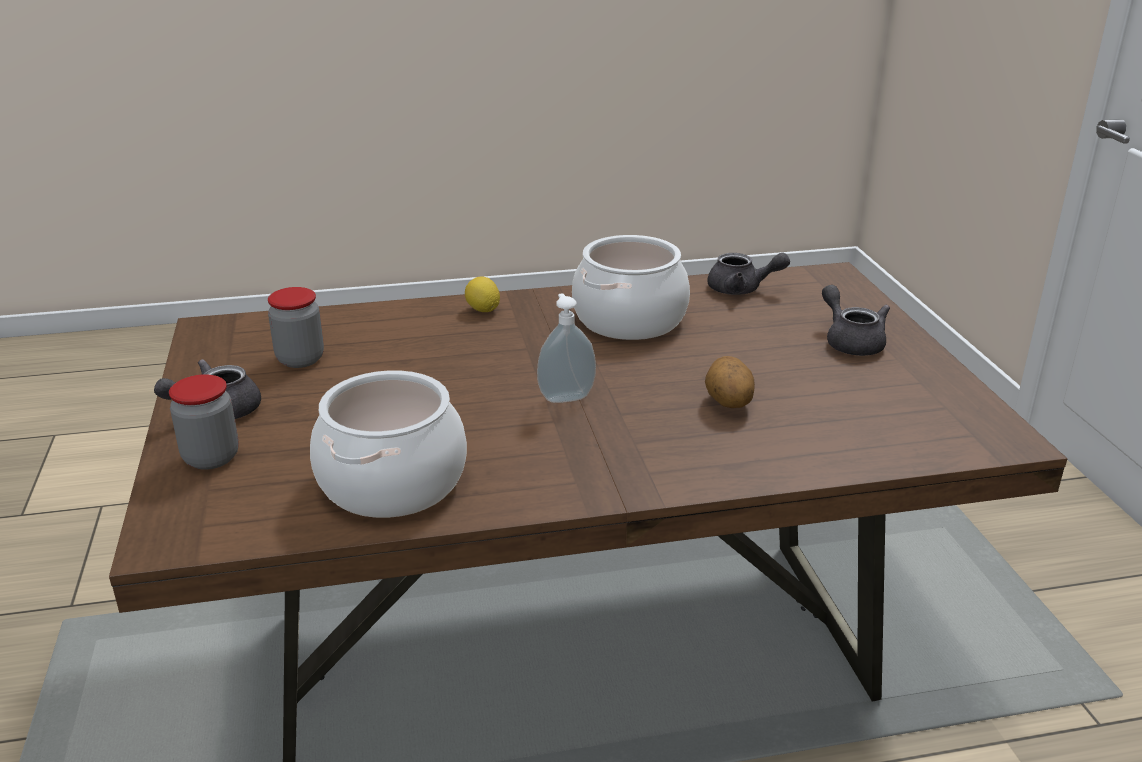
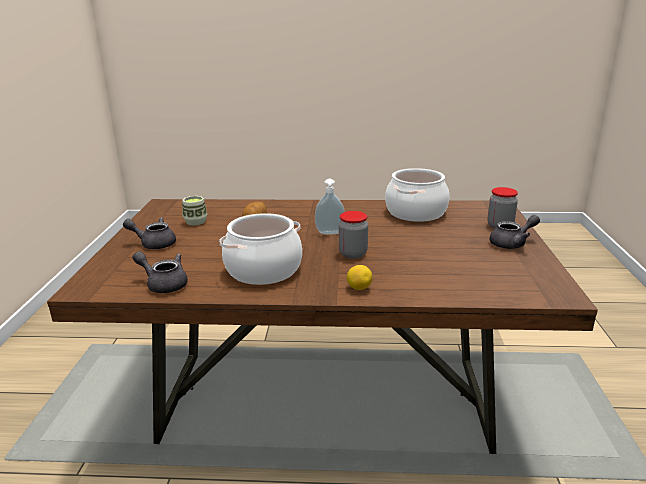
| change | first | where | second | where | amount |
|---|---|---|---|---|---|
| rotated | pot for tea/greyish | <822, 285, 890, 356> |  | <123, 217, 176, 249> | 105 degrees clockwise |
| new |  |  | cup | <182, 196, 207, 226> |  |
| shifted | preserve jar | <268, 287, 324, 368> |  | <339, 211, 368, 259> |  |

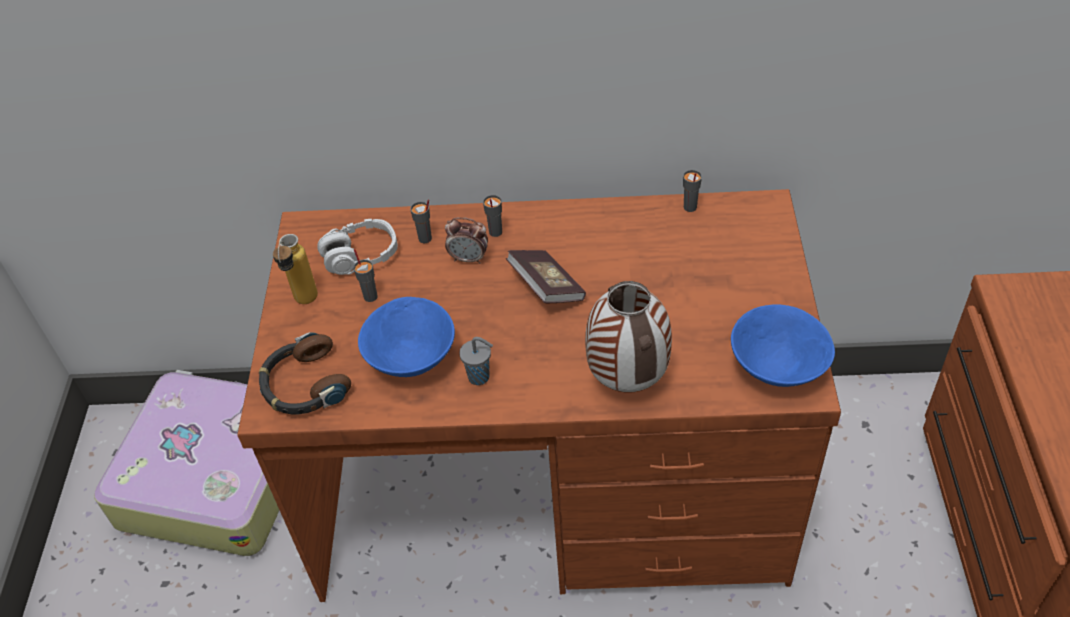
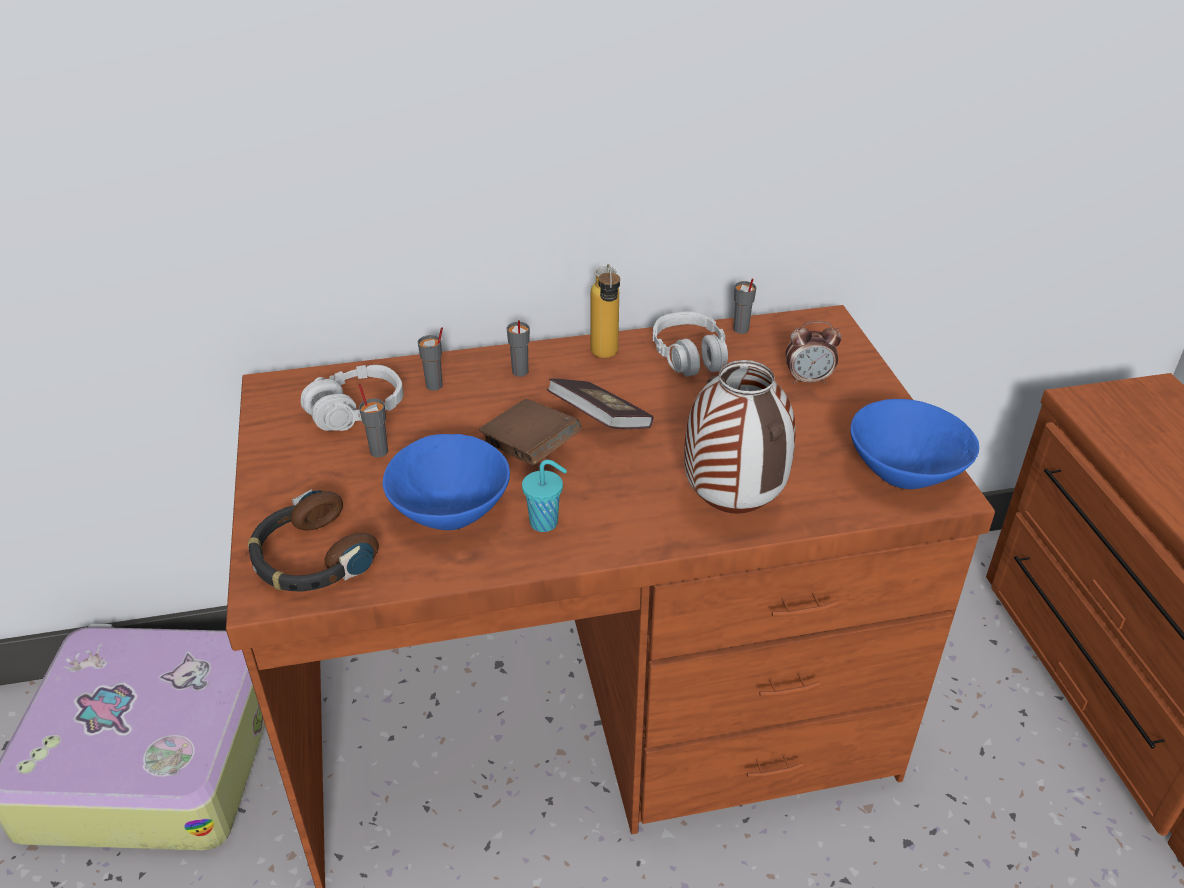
| change | first | where | second | where | amount |
|---|---|---|---|---|---|
| new |  |  | book/brown | <479, 399, 582, 466> |  |
| repainted | cup/greyish | <459, 337, 493, 385> | cup/turquoise | <522, 460, 567, 532> |  |
| shifted | drink bottle | <273, 234, 318, 304> |  | <591, 264, 620, 358> |  |
| new |  |  | headset/greyish | <653, 311, 728, 377> |  |
| shifted | bedside clock | <445, 217, 488, 264> |  | <786, 321, 841, 384> |  |

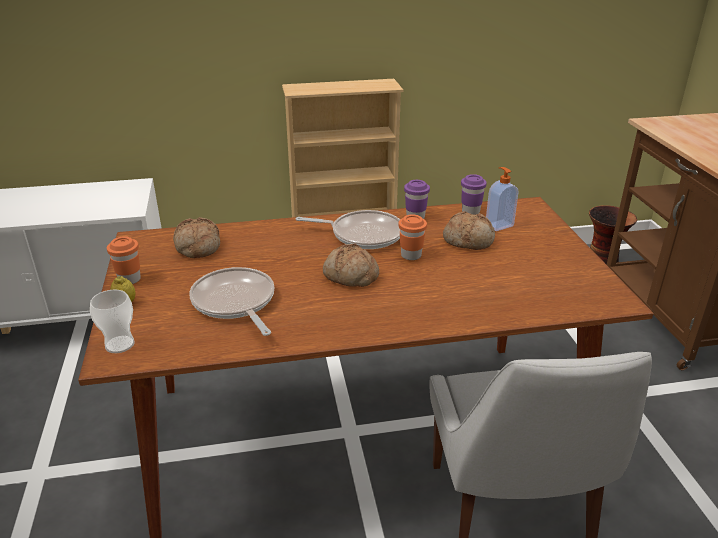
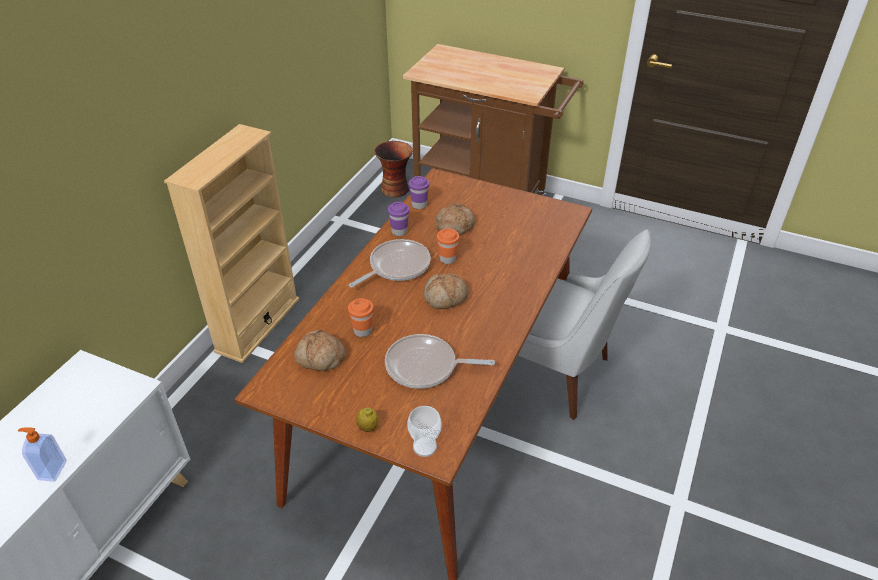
| change | first | where | second | where | amount |
|---|---|---|---|---|---|
| shifted | liquid soap bottle | <486, 167, 519, 231> |  | <18, 427, 67, 482> |  |
| shifted | cup/orange | <107, 236, 141, 284> |  | <348, 298, 374, 337> |  |

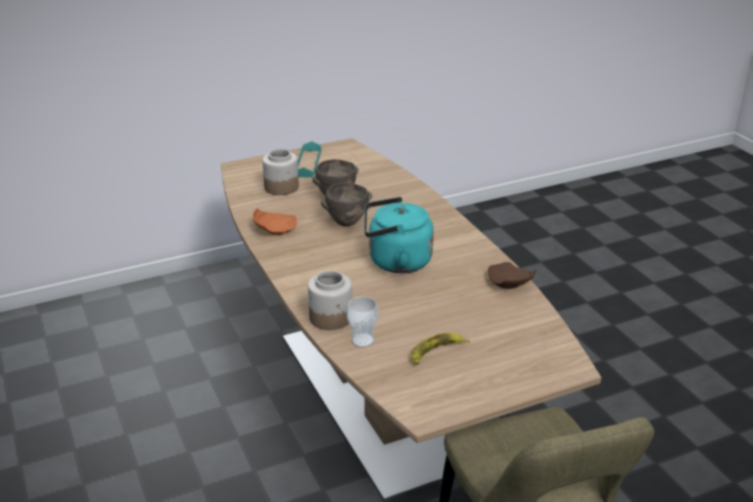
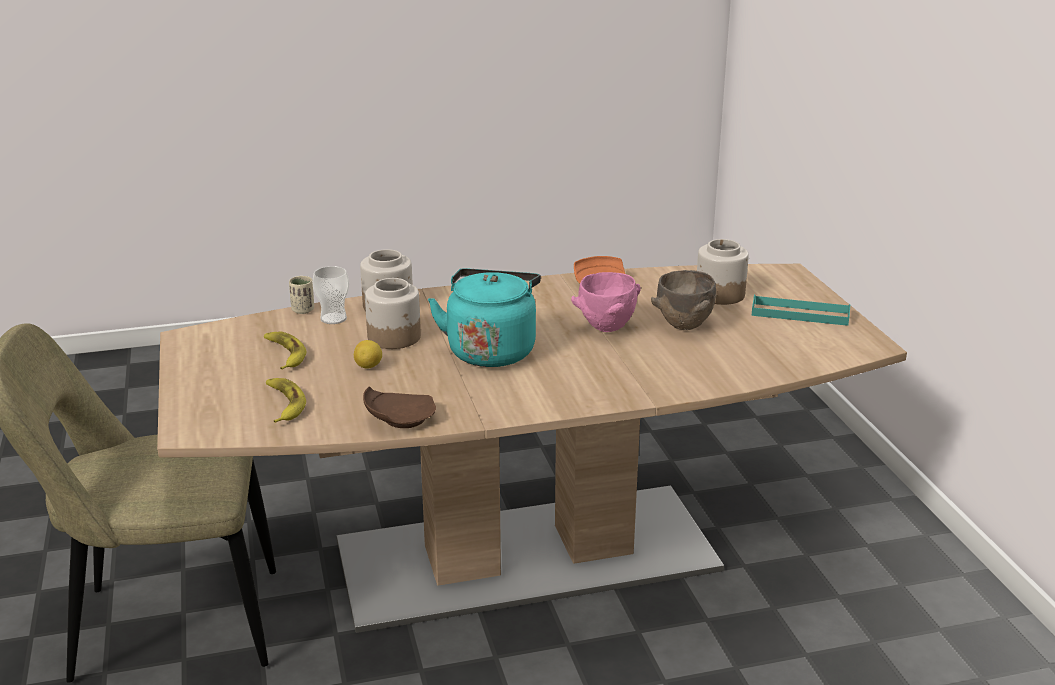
| change | first | where | second | where | amount |
|---|---|---|---|---|---|
| new |  |  | banana fruit | <266, 378, 306, 423> |  |
| new |  |  | cup/beige-coloured | <289, 276, 314, 314> |  |
| new |  |  | lemon | <354, 340, 382, 368> |  |
| new |  |  | preserve jar | <365, 278, 421, 349> |  |
| repainted | deep dish/brown | <321, 183, 372, 227> | deep dish/pink | <571, 272, 641, 332> |  |

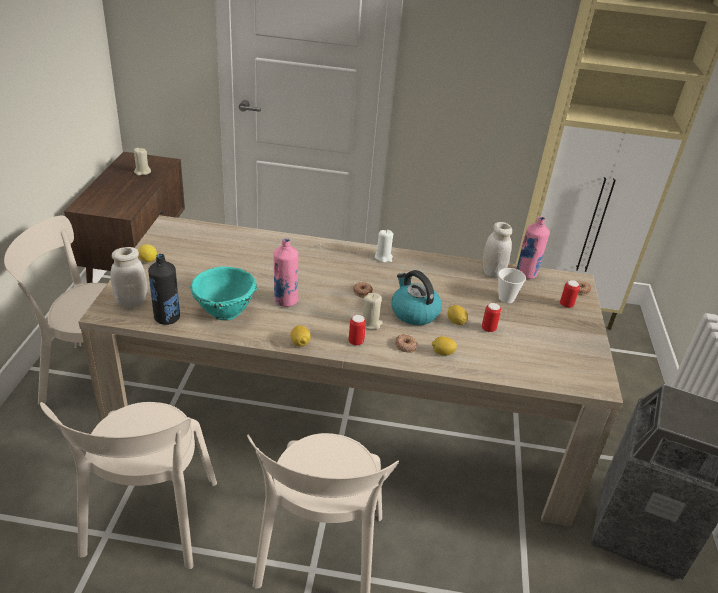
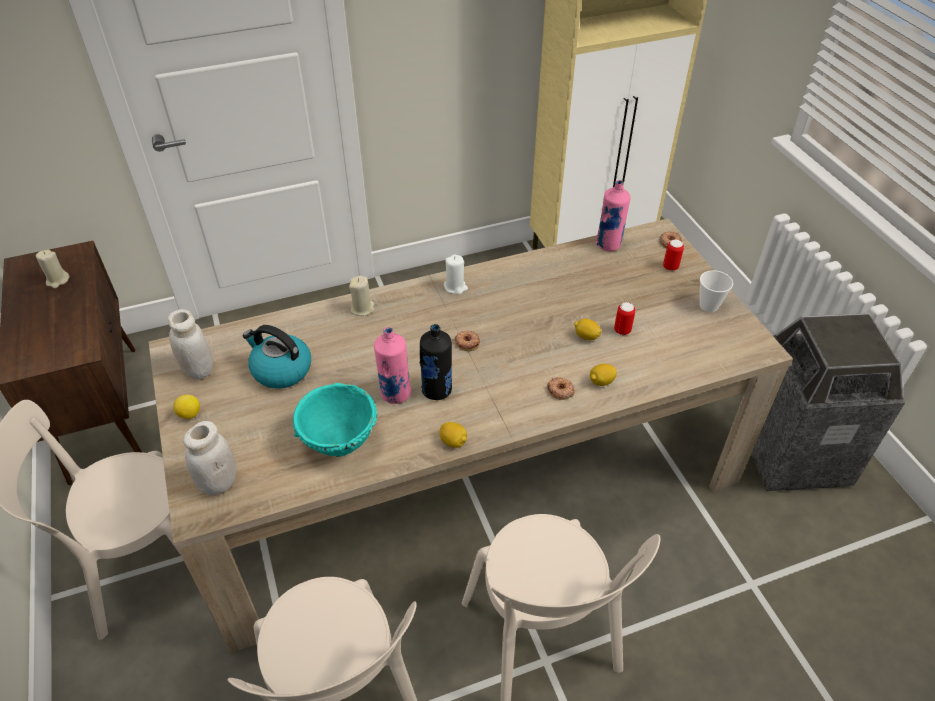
| change | first | where | second | where | amount |
|---|---|---|---|---|---|
| shifted | preserve jar/whitish | <483, 222, 512, 278> |  | <168, 309, 213, 380> |  |
| shifted | kettle | <391, 270, 442, 325> |  | <243, 325, 311, 389> |  |
| shifted | candle/beige-coloured | <363, 293, 383, 330> |  | <349, 276, 375, 316> |  |
| shifted | drink bottle/blackish | <148, 254, 180, 325> |  | <419, 324, 452, 400> |  |
| shifted | cup | <498, 268, 526, 303> |  | <700, 270, 733, 312> |  |
| gone | can | <349, 315, 366, 346> |  |  |  |

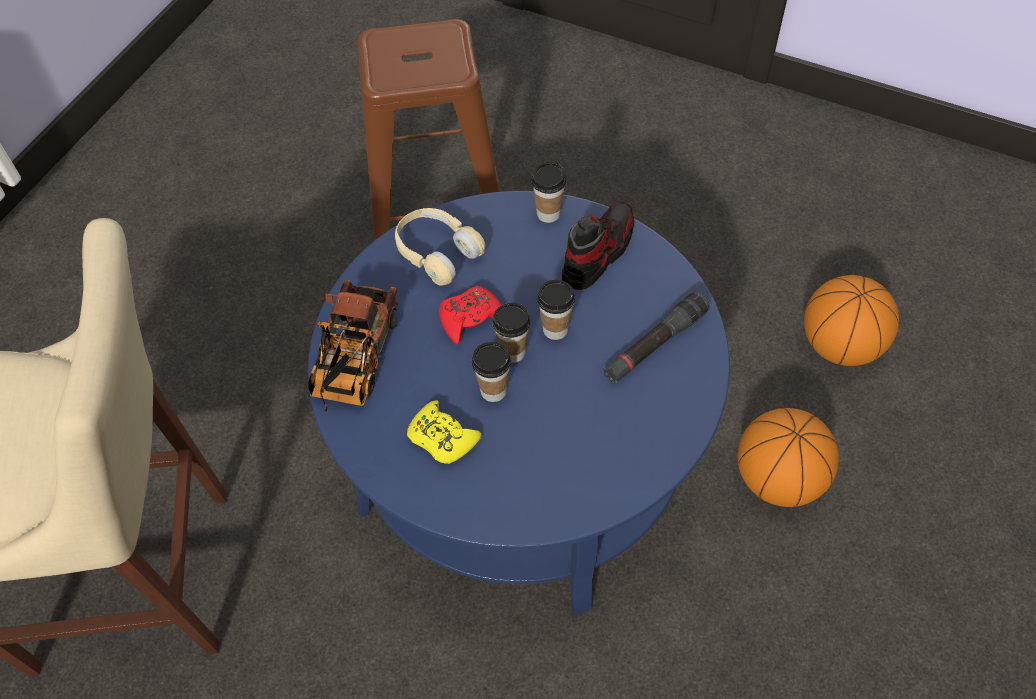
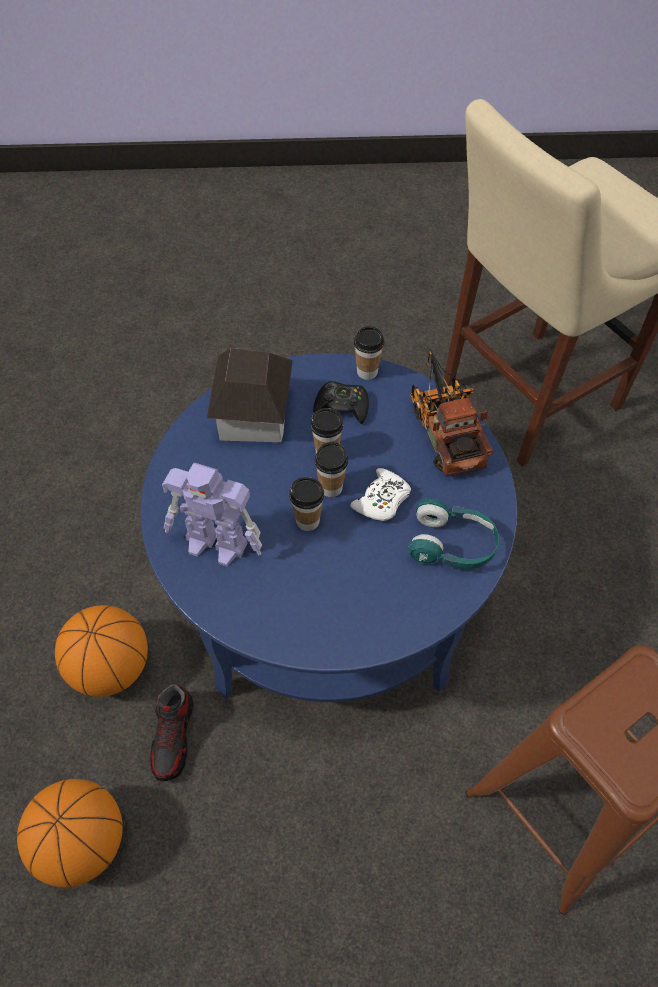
| change | first | where | second | where | amount |
|---|---|---|---|---|---|
| shifted | low shoe | <562, 202, 634, 290> |  | <150, 684, 193, 781> |  |
| swapped | flashlight/blackish | <603, 291, 710, 383> | model robot | <162, 463, 262, 566> |  |
| new |  |  | miniature house | <207, 348, 293, 442> |  |
| repainted | game controller/yellow-coloured | <407, 400, 482, 464> | game controller/blackish | <313, 381, 369, 424> |  |
| repainted | game controller/reddish | <439, 285, 502, 345> | game controller/whitish | <350, 468, 411, 521> |  |
| shifted | cup | <531, 162, 566, 223> |  | <354, 326, 384, 380> |  |
| repainted | headset/beige-coloured | <395, 208, 486, 286> | headset/turquoise | <408, 498, 499, 569> |  |

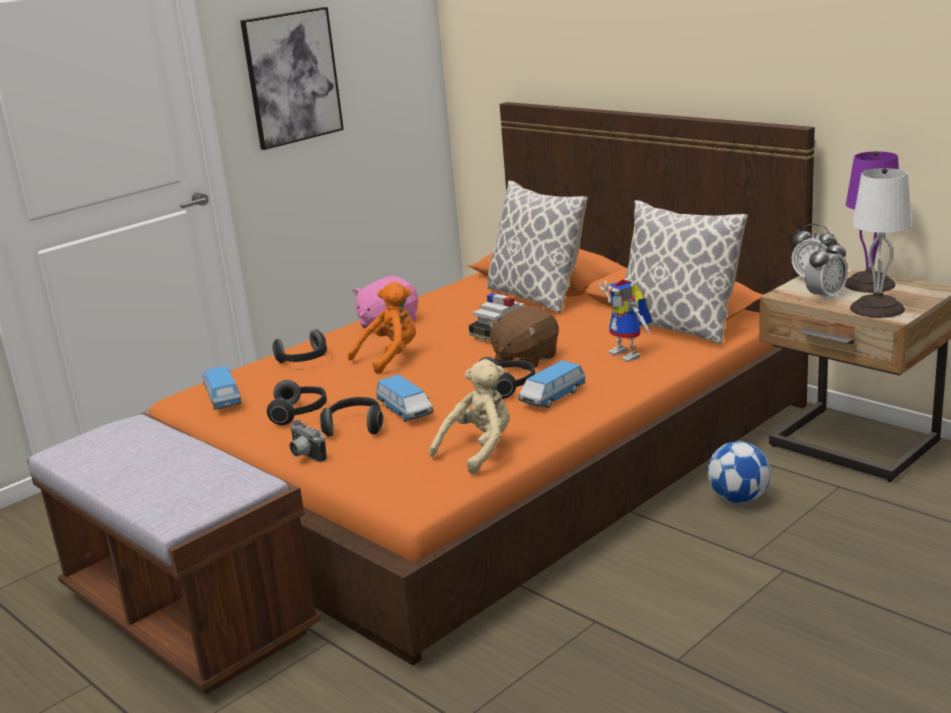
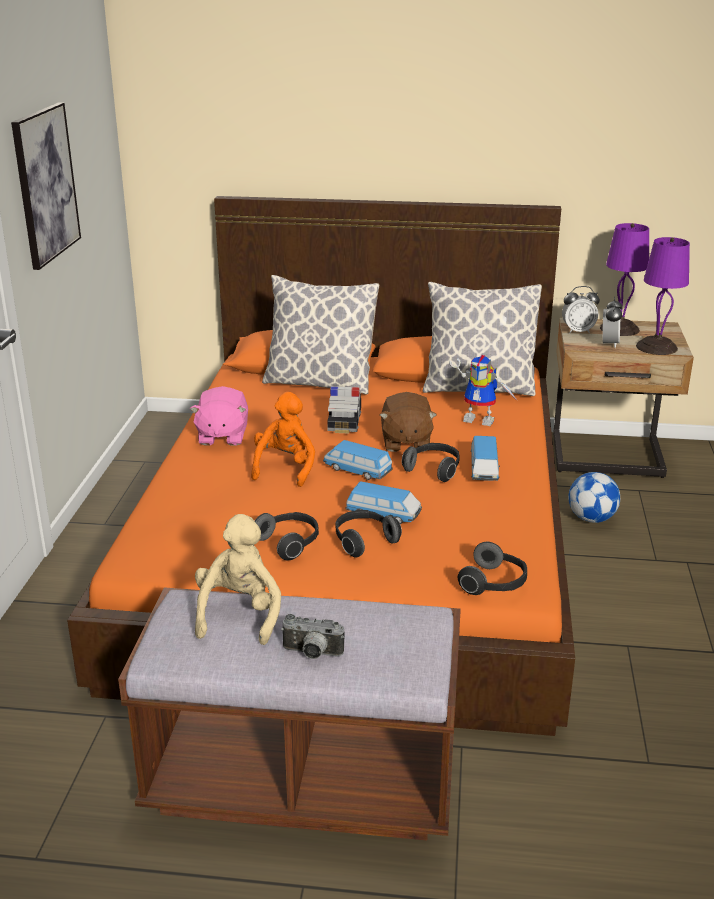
| change | first | where | second | where | amount |
|---|---|---|---|---|---|
| shifted | cuddly toy/beige-coloured | <429, 359, 510, 475> |  | <195, 514, 281, 645> |  |
| shifted | photo camera | <289, 420, 327, 462> |  | <281, 614, 345, 659> |  |
| shifted | miniature car | <202, 366, 242, 410> |  | <323, 440, 393, 480> |  |
| shifted | headset | <272, 329, 327, 363> |  | <458, 542, 527, 595> |  |
| repainted | tabletop lamp/whitish | <850, 168, 912, 318> | tabletop lamp/purple | <636, 237, 690, 355> |  |

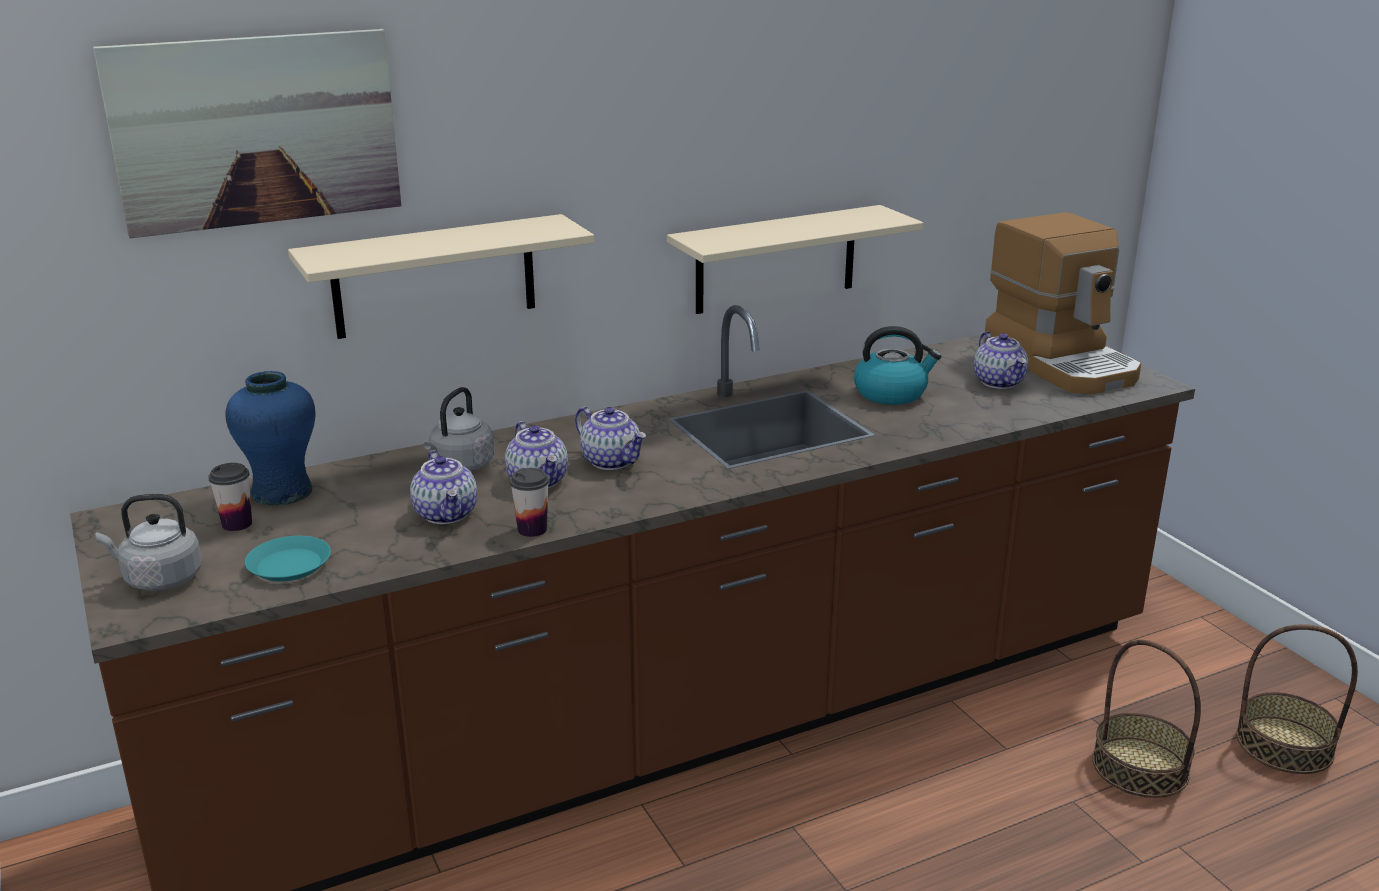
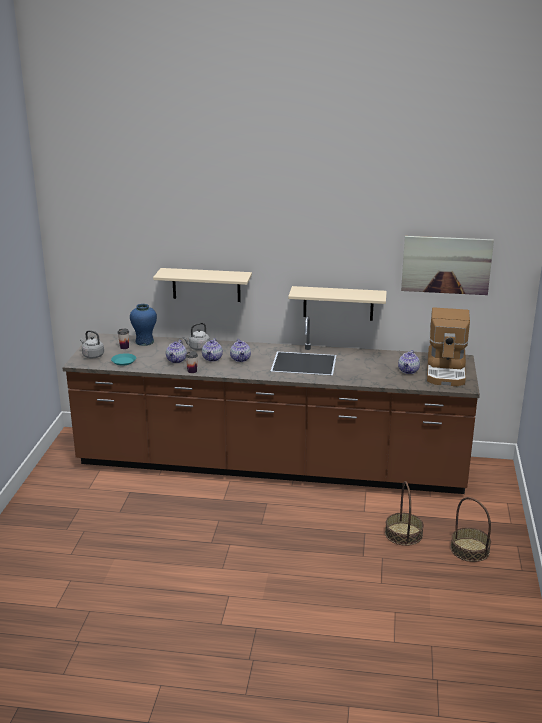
| change | first | where | second | where | amount |
|---|---|---|---|---|---|
| shifted | wall art | <93, 29, 401, 238> |  | <401, 236, 494, 295> |  |
| gone | kettle | <854, 326, 941, 405> |  |  |  |

